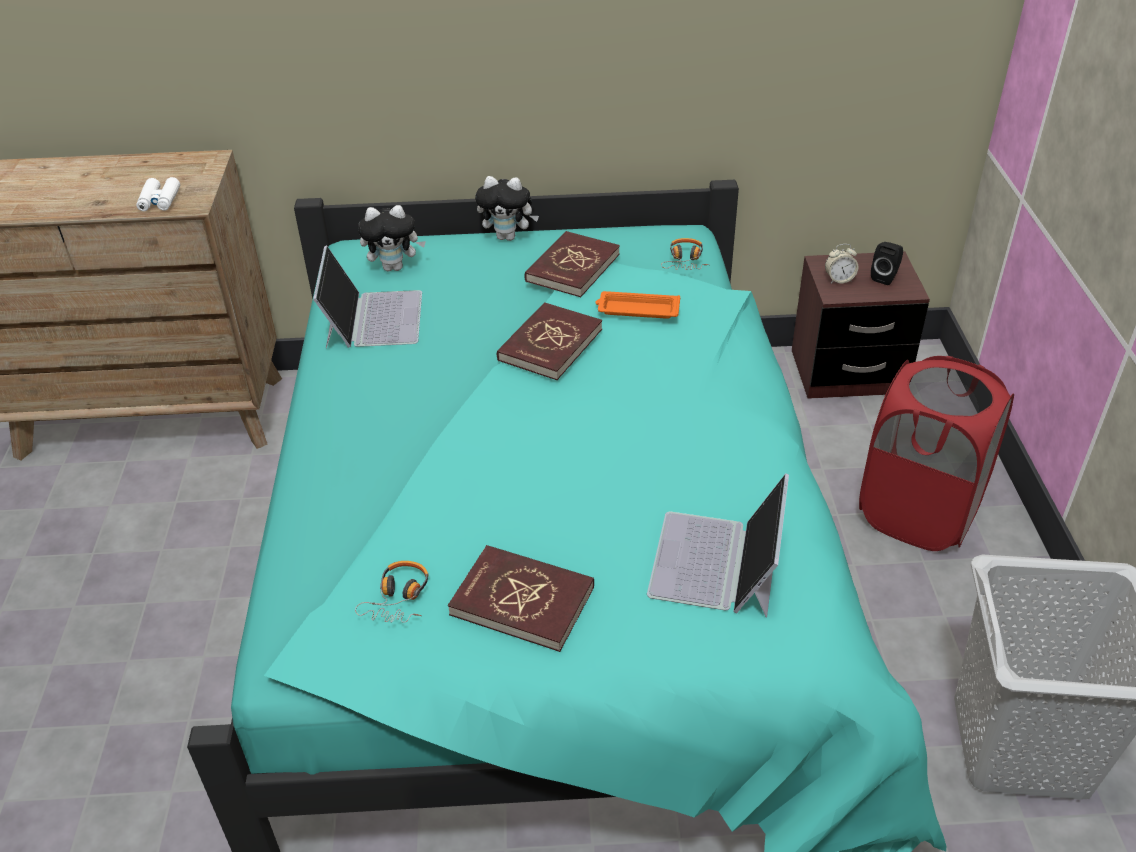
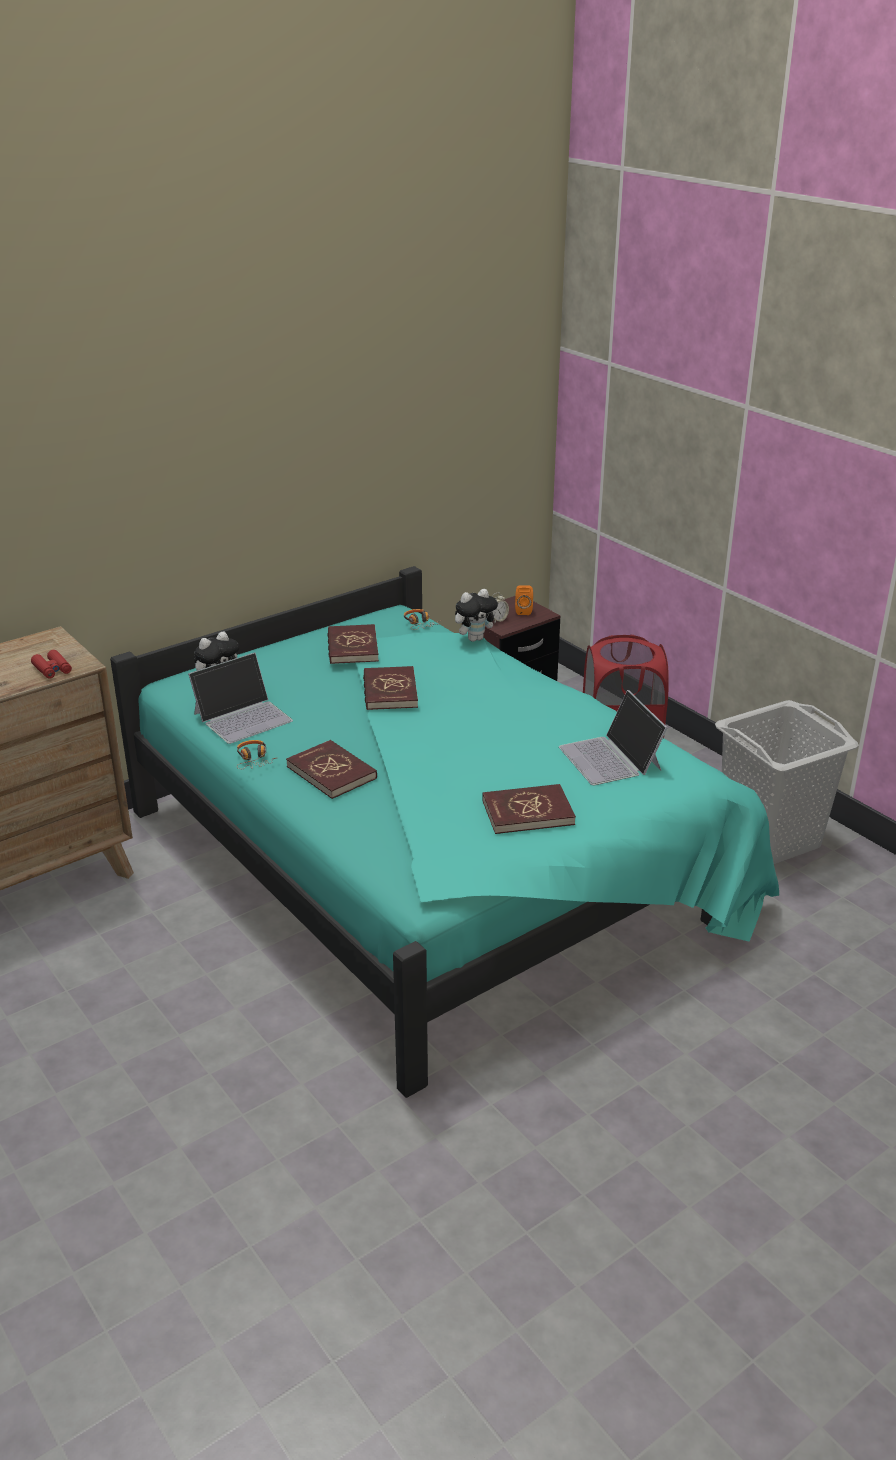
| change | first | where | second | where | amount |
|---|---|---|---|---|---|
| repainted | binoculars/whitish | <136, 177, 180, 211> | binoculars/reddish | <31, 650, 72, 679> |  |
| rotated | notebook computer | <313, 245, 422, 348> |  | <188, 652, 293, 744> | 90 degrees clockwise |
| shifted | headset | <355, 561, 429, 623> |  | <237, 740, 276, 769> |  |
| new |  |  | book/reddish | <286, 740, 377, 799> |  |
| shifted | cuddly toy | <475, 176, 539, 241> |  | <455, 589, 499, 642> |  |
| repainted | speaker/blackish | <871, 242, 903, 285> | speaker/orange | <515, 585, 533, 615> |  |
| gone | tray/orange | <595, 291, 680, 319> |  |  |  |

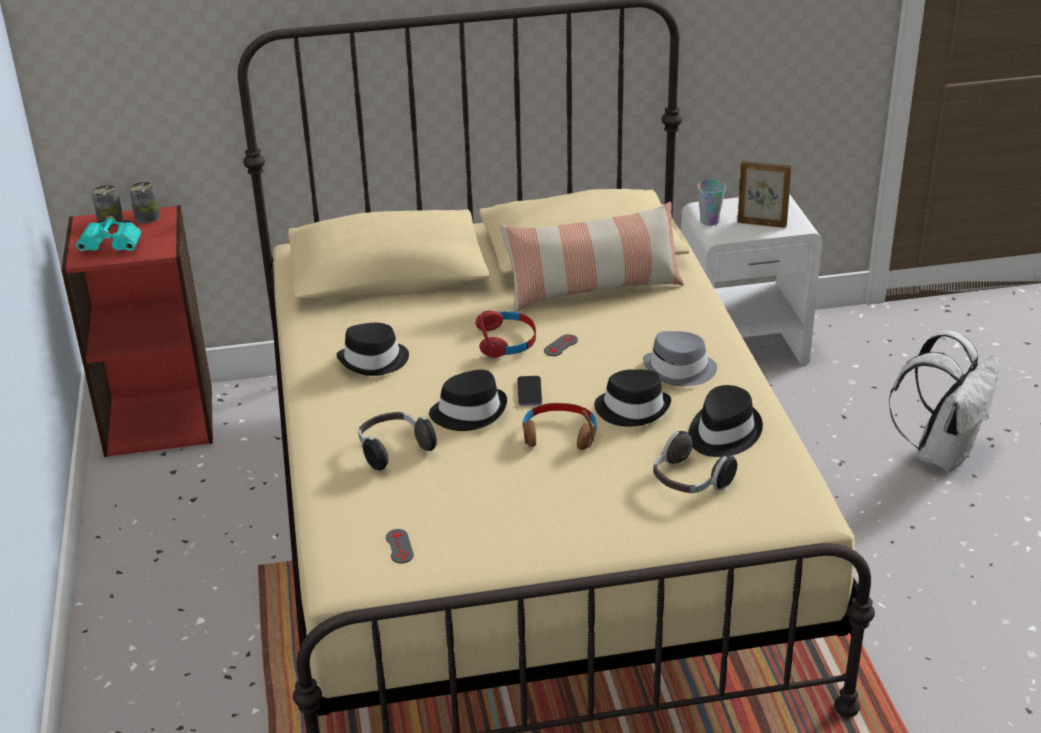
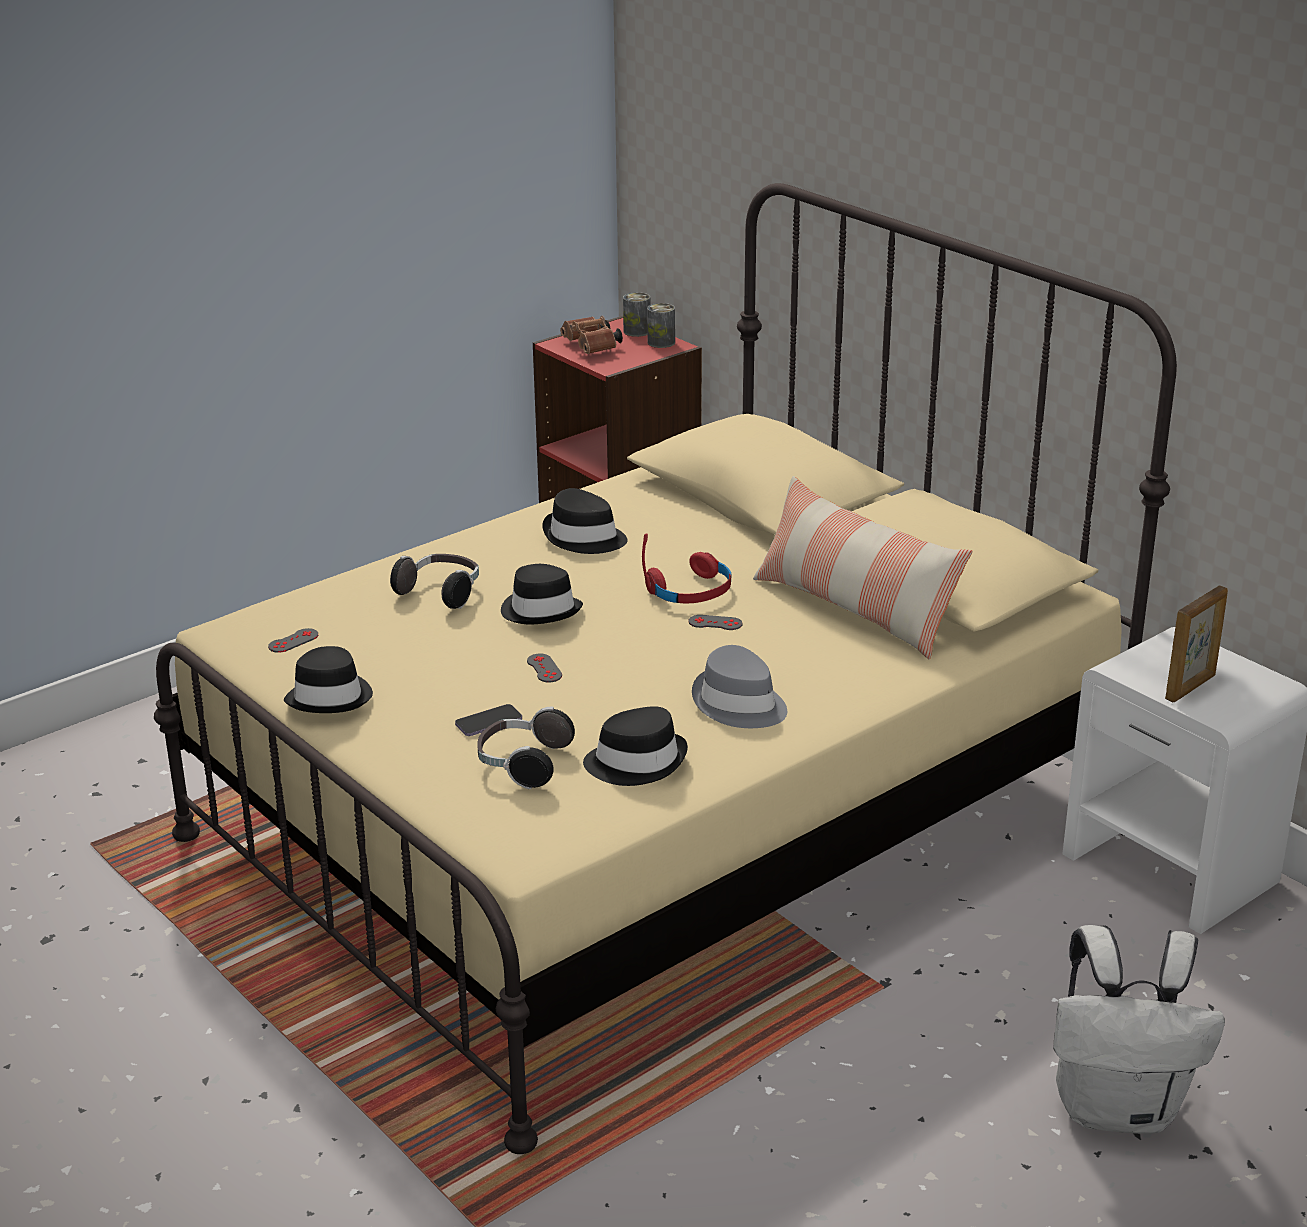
| change | first | where | second | where | amount |
|---|---|---|---|---|---|
| shifted | hat/blackish | <594, 369, 671, 426> |  | <284, 646, 373, 713> |  |
| shifted | phone | <517, 376, 542, 406> |  | <455, 704, 522, 736> |  |
| swapped | headset/brown | <523, 403, 597, 450> | game controller/greyish | <527, 653, 562, 682> |  |
| repainted | binoculars/turquoise | <76, 216, 141, 251> | binoculars/brown | <560, 316, 623, 354> |  |
| rotated | standing frame | <737, 161, 792, 228> |  | <1165, 585, 1228, 702> | 60 degrees clockwise |
| gone | cup | <697, 180, 726, 226> |  |  |  |

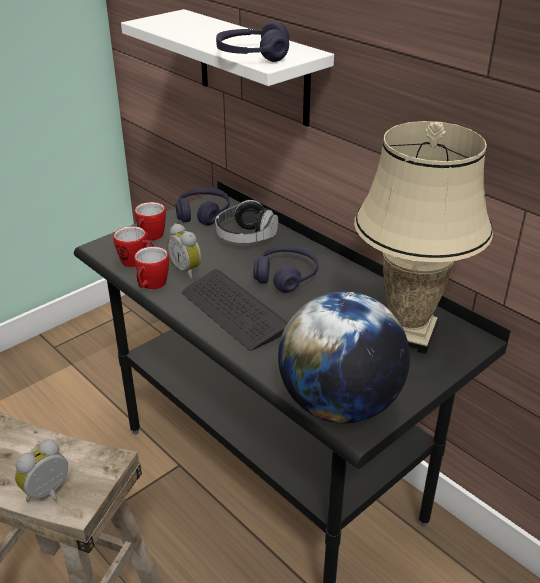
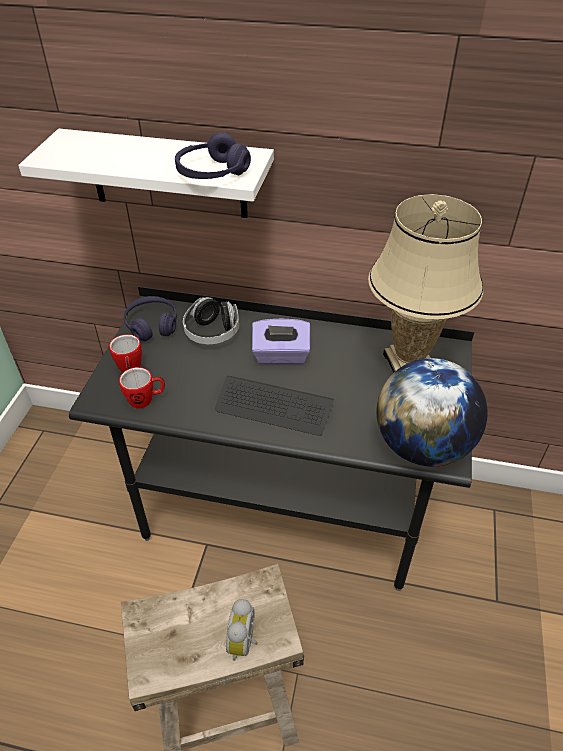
| change | first | where | second | where | amount |
|---|---|---|---|---|---|
| swapped | headset/purple | <253, 245, 319, 293> | box of tissues/purple | <252, 319, 310, 364> |  |
| gone | mug | <134, 246, 169, 290> |  |  |  |
| gone | bedside clock | <167, 223, 201, 279> |  |  |  |

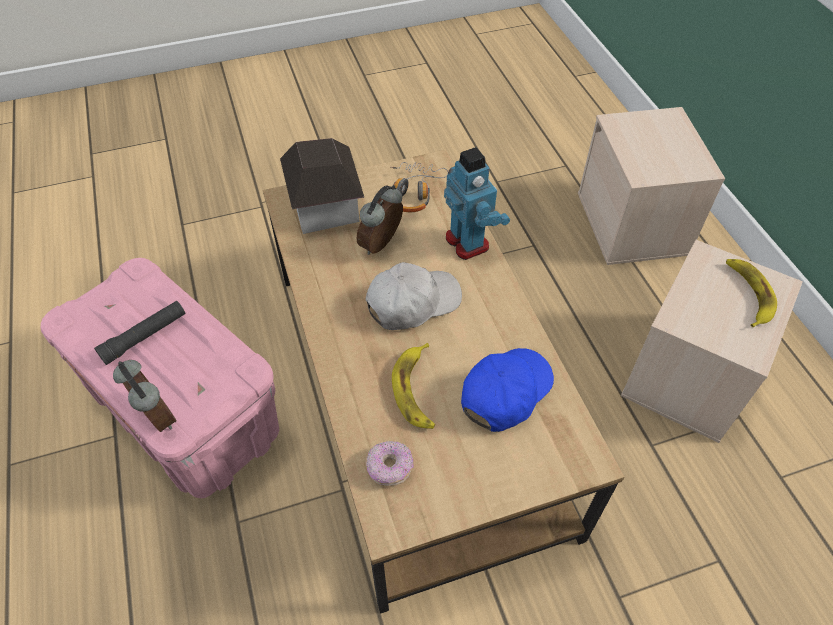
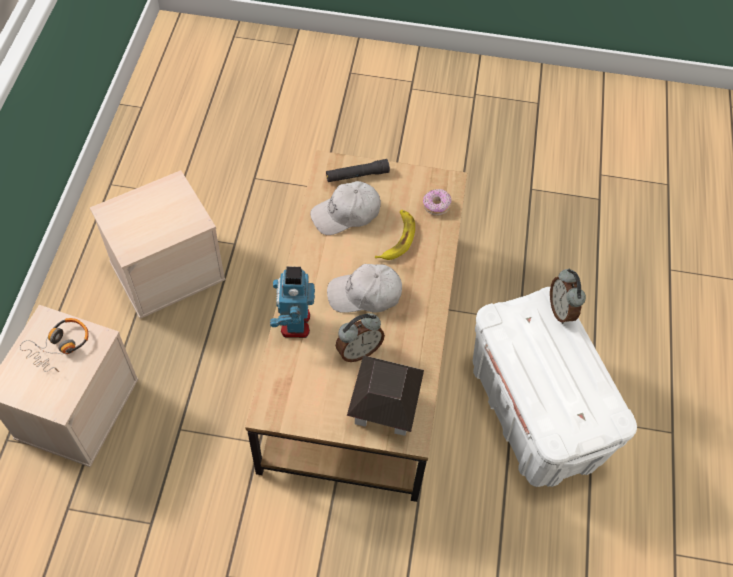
| change | first | where | second | where | amount |
|---|---|---|---|---|---|
| shifted | headset | <391, 162, 448, 212> |  | <20, 318, 89, 372> |  |
| repainted | cap/blue-coloured | <461, 348, 554, 432> | cap/whitish | <310, 181, 381, 235> |  |
| shifted | flashlight/blackish | <94, 301, 185, 365> |  | <326, 159, 390, 182> |  |
| repainted | storage bin/pink | <41, 258, 279, 498> | storage bin/whitish | <473, 286, 637, 487> |  |
| gone | banana fruit | <726, 259, 777, 327> |  |  |  |

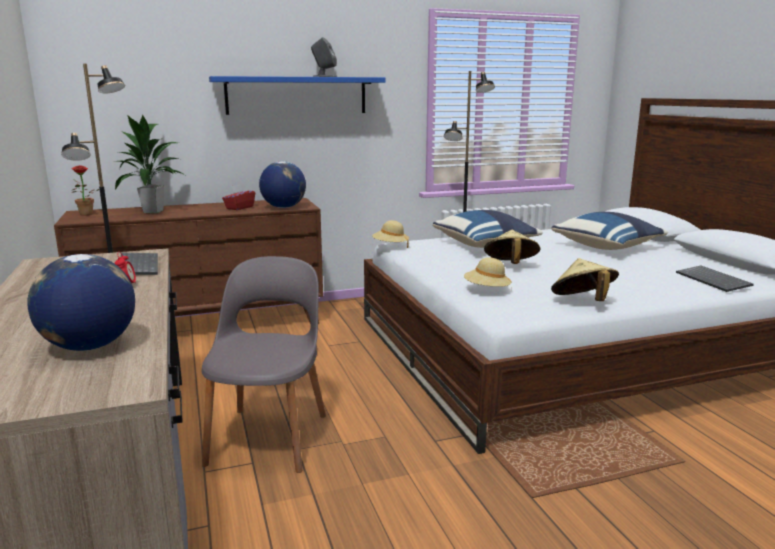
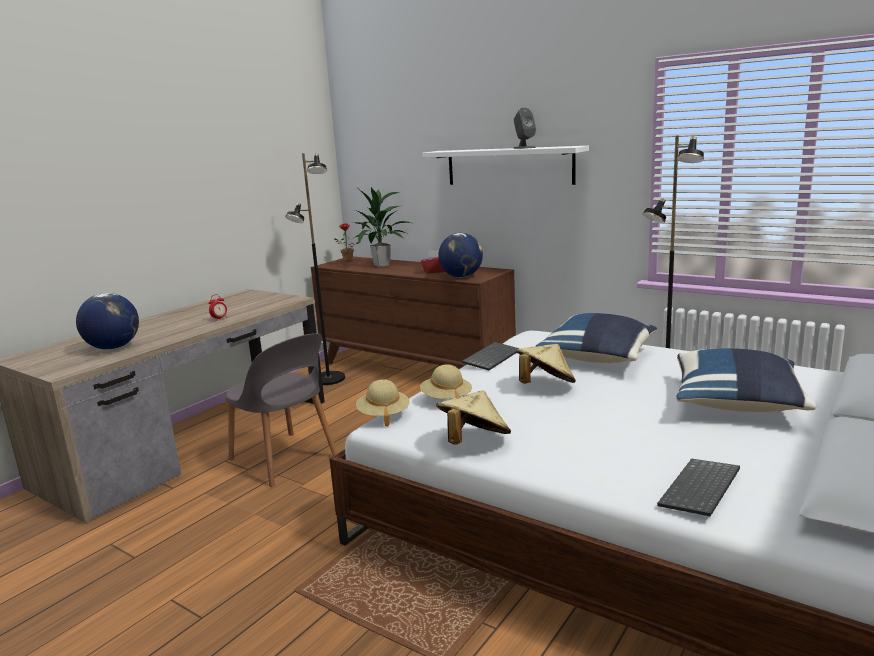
| change | first | where | second | where | amount |
|---|---|---|---|---|---|
| rotated | plain chair/greyish | <202, 256, 326, 473> |  | <225, 333, 337, 487> | 75 degrees clockwise |
| shifted | hat/beige-coloured | <372, 220, 409, 248> |  | <356, 379, 410, 426> |  |
| repainted | shelf/blue-coloured | <209, 76, 385, 115> | shelf/whitish | <422, 146, 589, 185> |  |
| shifted | PC keyboard | <121, 253, 158, 275> |  | <462, 342, 518, 371> |  |

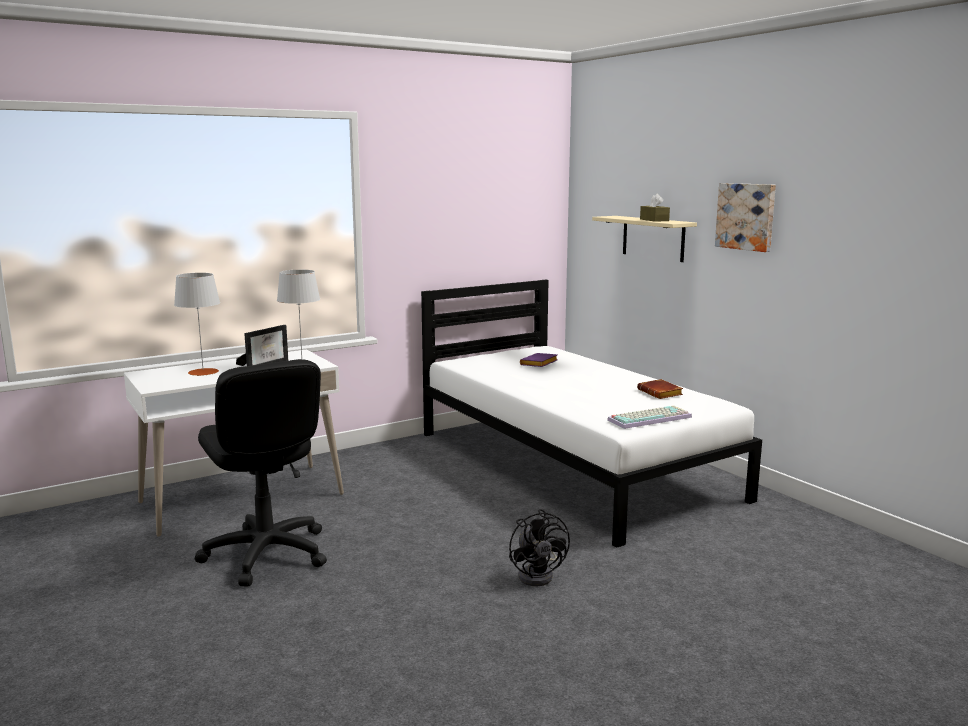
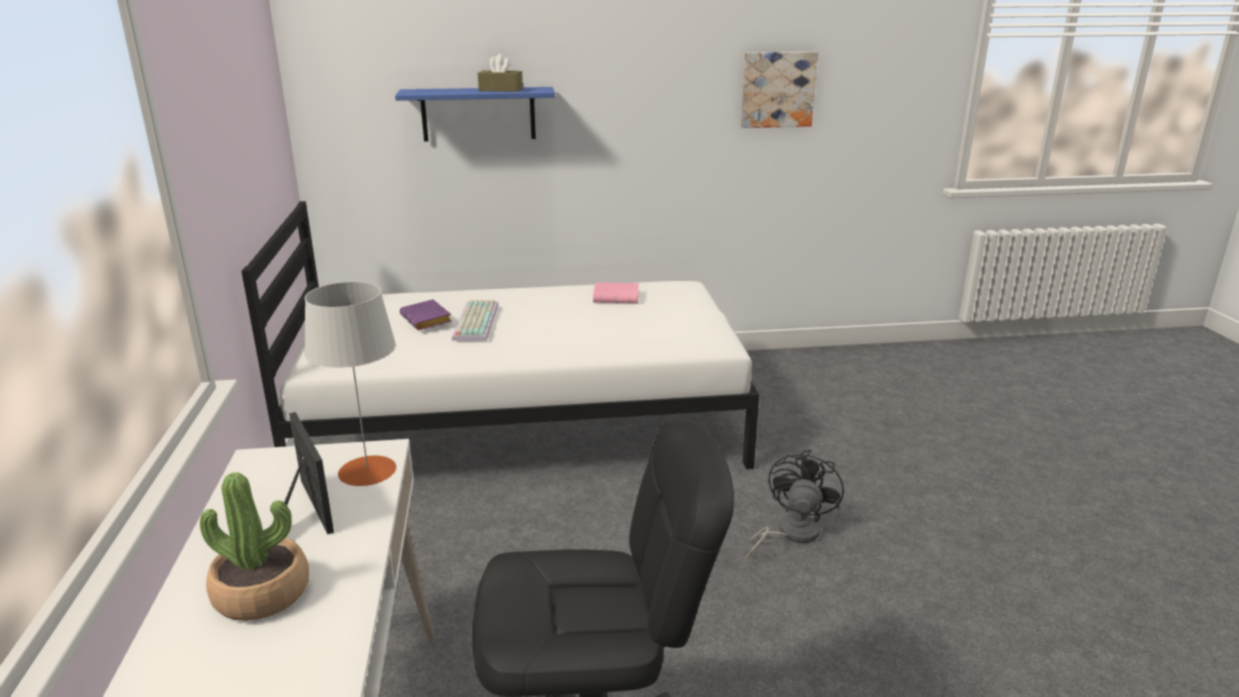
| change | first | where | second | where | amount |
|---|---|---|---|---|---|
| swapped | tabletop lamp/greyish | <174, 273, 220, 376> | potted plant | <200, 472, 309, 621> |  |
| repainted | shelf/beige-coloured | <592, 216, 697, 262> | shelf/blue-coloured | <395, 87, 555, 142> |  |
| shifted | PC keyboard | <607, 405, 692, 429> |  | <452, 300, 499, 341> |  |
| repainted | book/brown | <637, 379, 683, 399> | book/pink | <593, 282, 639, 303> |  |
| shifted | wall art | <715, 183, 776, 252> |  | <741, 51, 818, 128> |  |
| rotated | electric fan/blackish | <509, 509, 570, 586> |  | <747, 450, 844, 560> | 75 degrees counterclockwise |

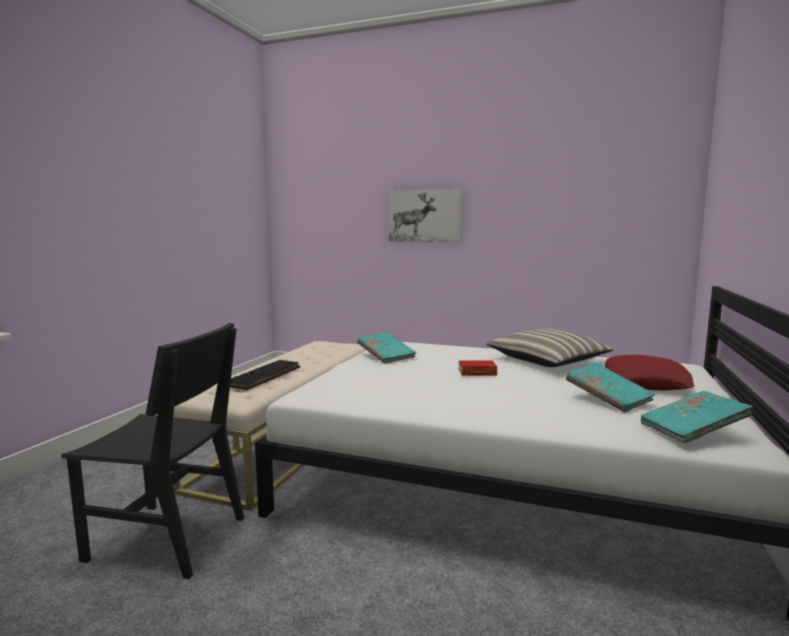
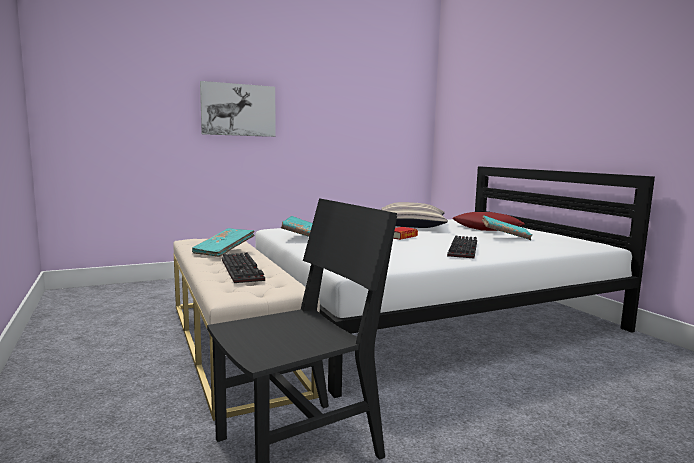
| change | first | where | second | where | amount |
|---|---|---|---|---|---|
| shifted | book/turquoise | <640, 391, 754, 443> |  | <192, 228, 255, 257> |  |
| new |  |  | PC keyboard | <447, 235, 477, 258> |  |

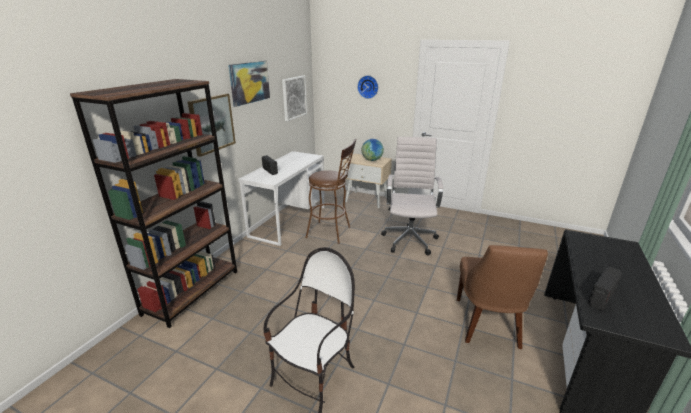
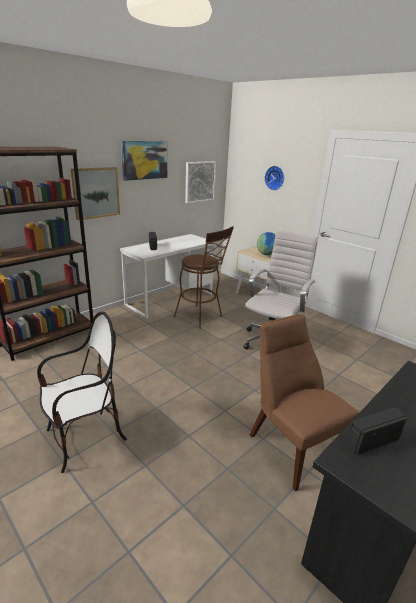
| change | first | where | second | where | amount |
|---|---|---|---|---|---|
| rotated | plain chair/brown | <457, 245, 548, 349> |  | <250, 315, 359, 491> | 120 degrees clockwise |

